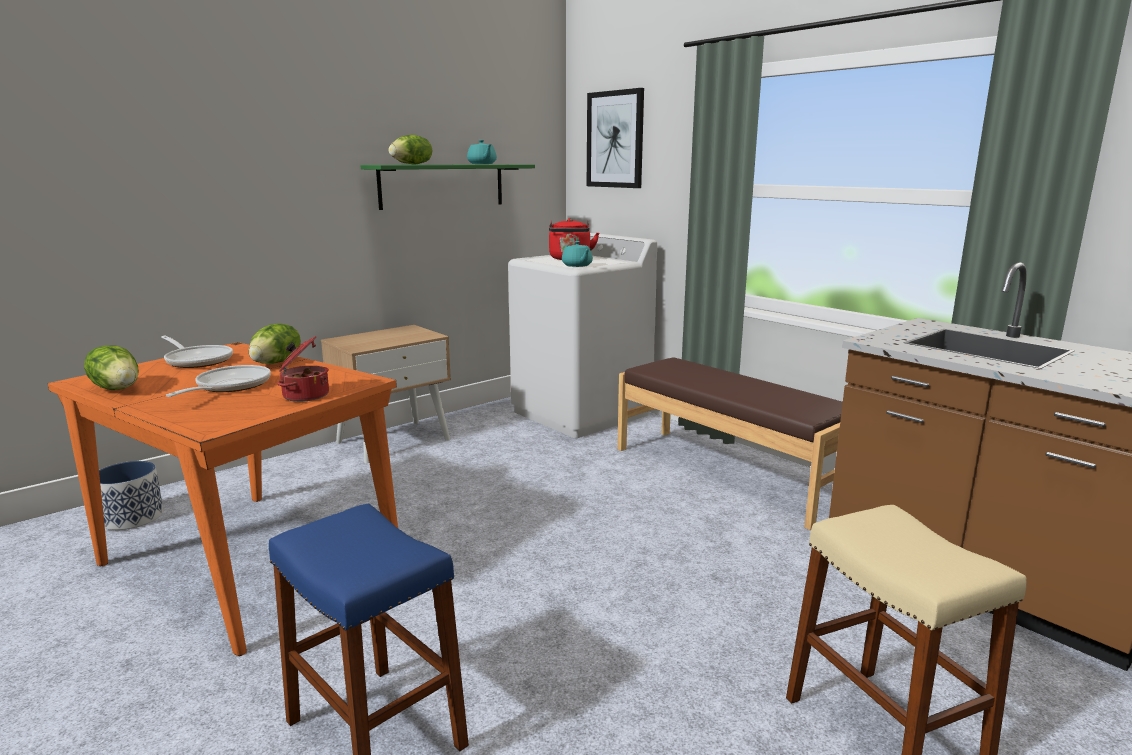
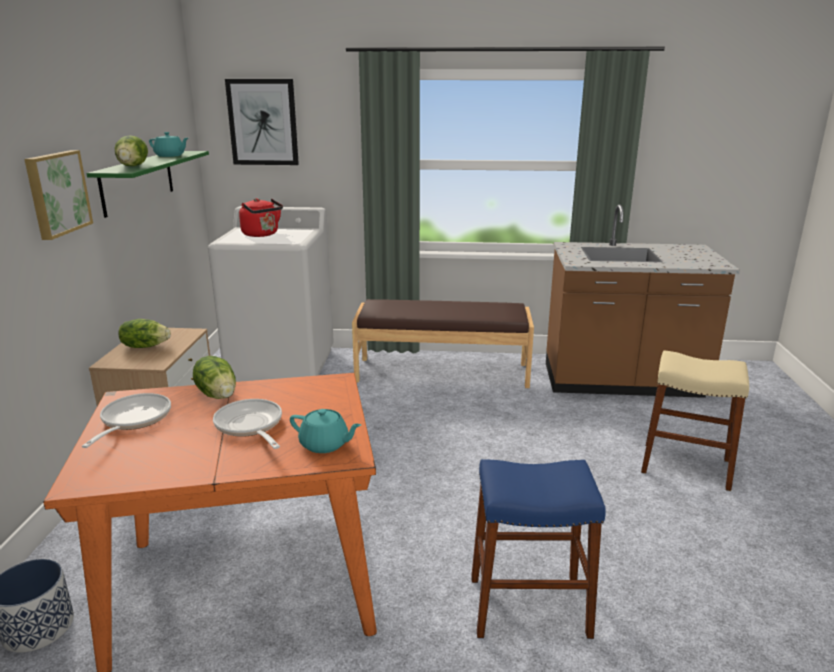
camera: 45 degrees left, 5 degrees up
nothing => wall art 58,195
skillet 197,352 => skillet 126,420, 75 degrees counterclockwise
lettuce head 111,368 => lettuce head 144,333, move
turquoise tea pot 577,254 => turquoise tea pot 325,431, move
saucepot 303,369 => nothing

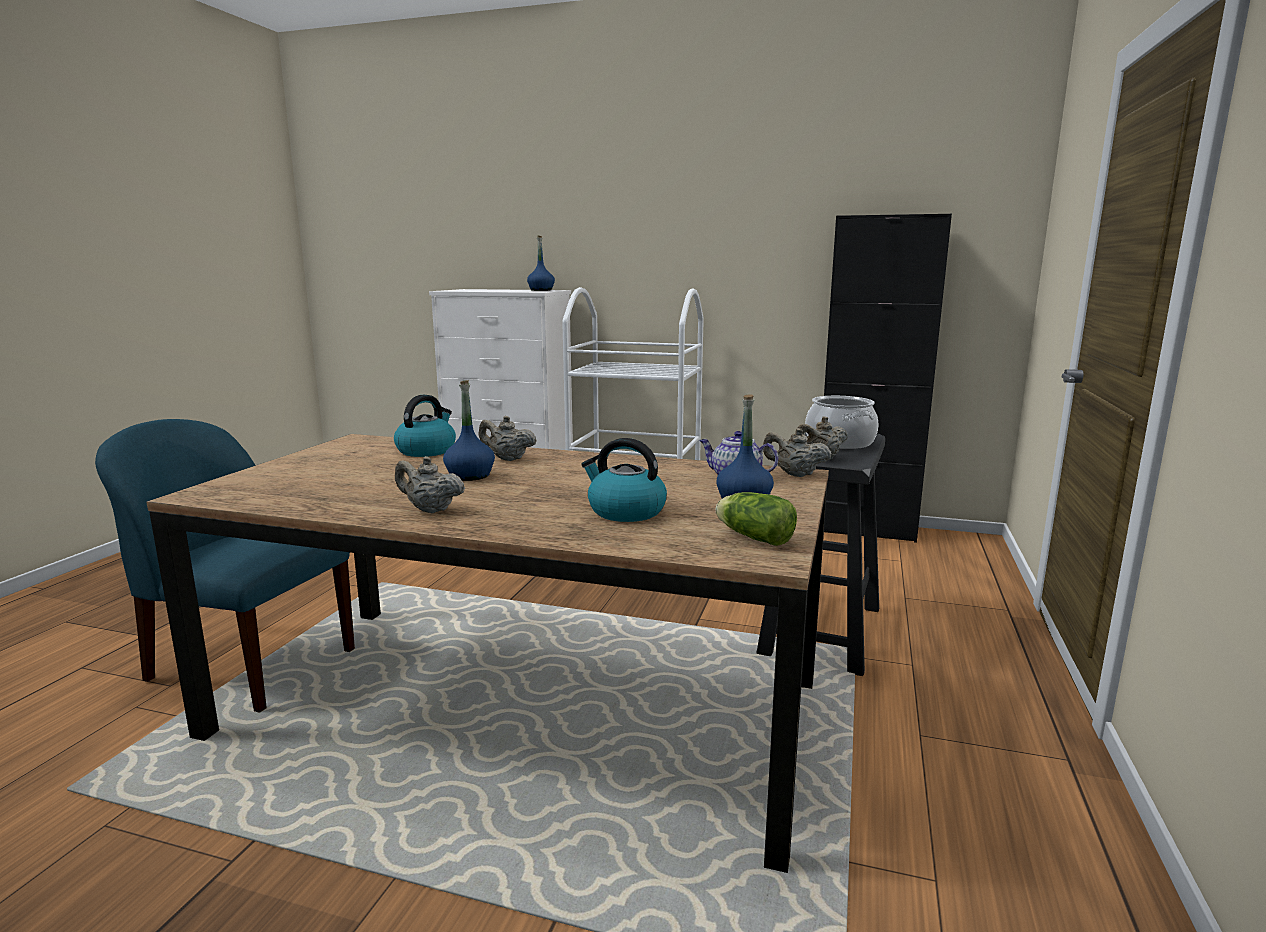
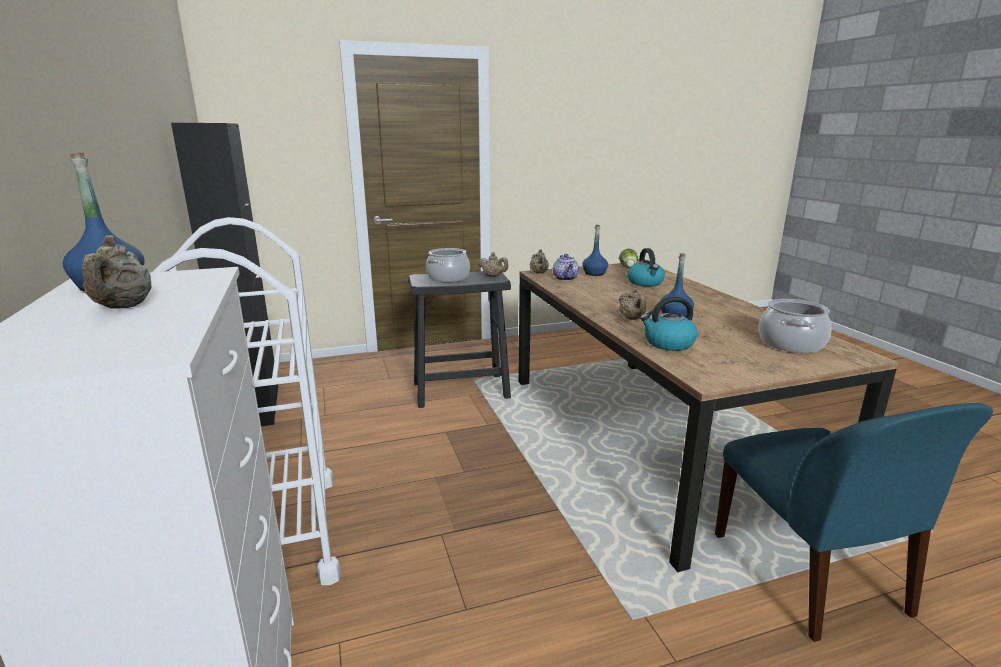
camera: 125 degrees left, 5 degrees up
beige-coloured tea pot 430,484 => beige-coloured tea pot 116,272, move
nothing => saucepot 795,326

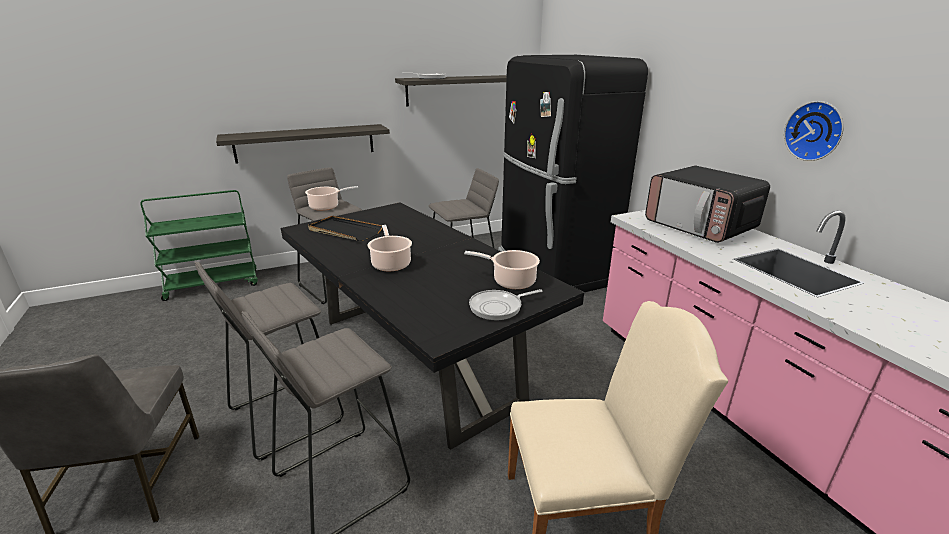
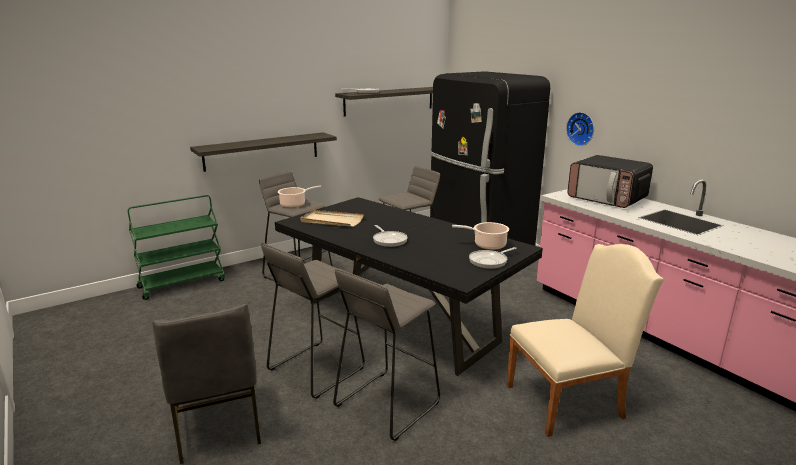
camera: 10 degrees left, 5 degrees down
black carrying tray 345,228 => beige-coloured carrying tray 332,218
saucepot 390,248 => skillet 390,236
hanging clock 814,131 => hanging clock 580,129, move

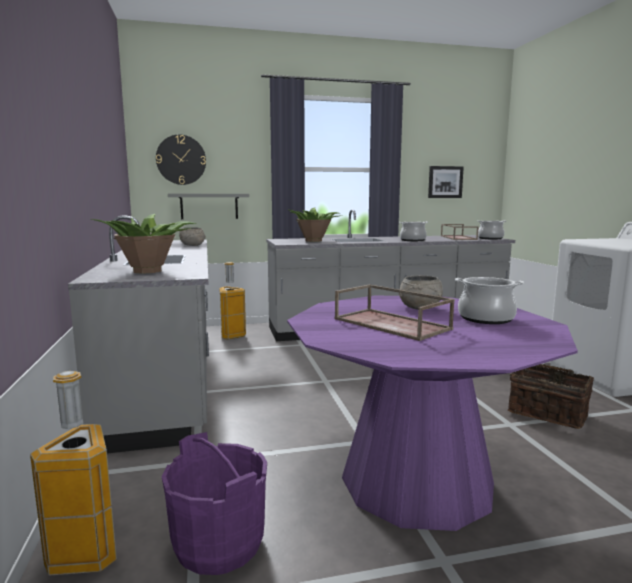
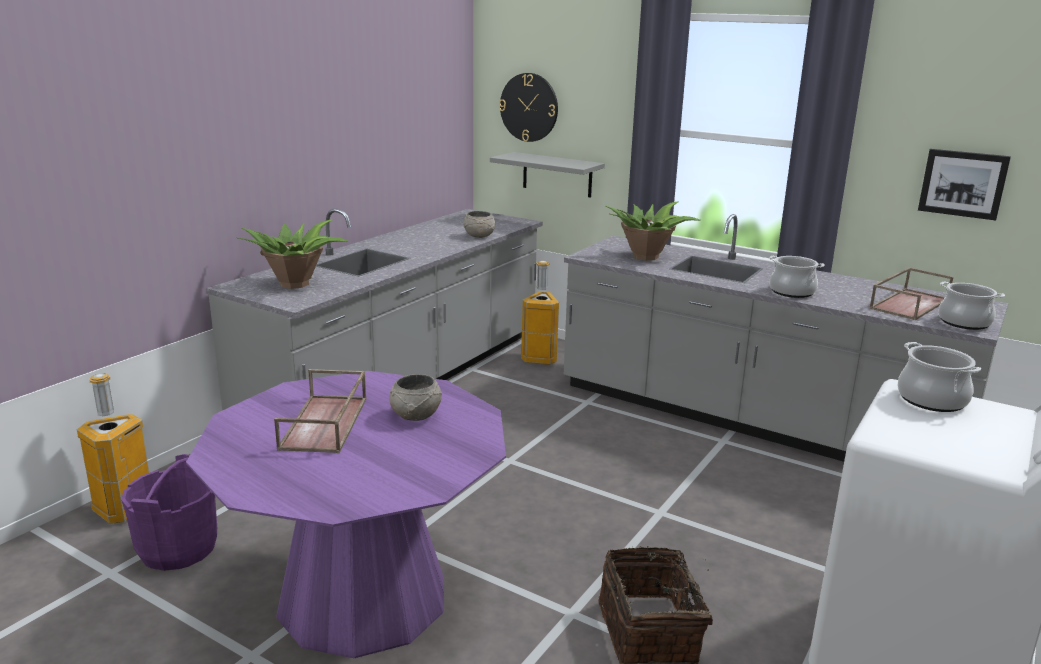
camera: 45 degrees right, 10 degrees up
saucepot 489,300 => saucepot 939,377, move

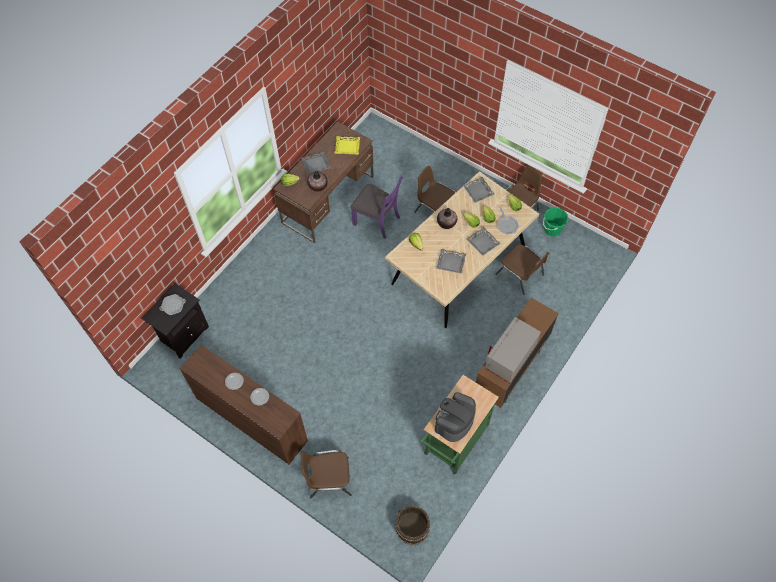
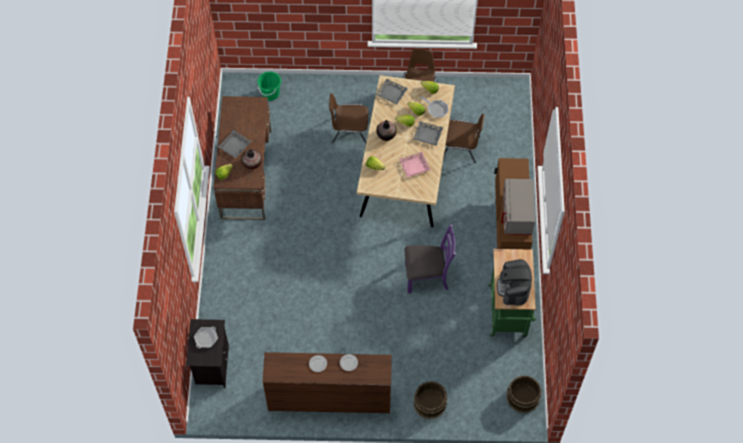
camera: 35 degrees left, 0 degrees up
green bucket 556,222 => green bucket 269,86, move
grey carrying tray 451,261 => pinkish carrying tray 415,165
purple-coloured upright chair 377,207 => purple-coloured upright chair 430,259, move
brownish upright chair 326,474 => brownish bucket 430,400
yellowish carrying tray 347,145 => nothing

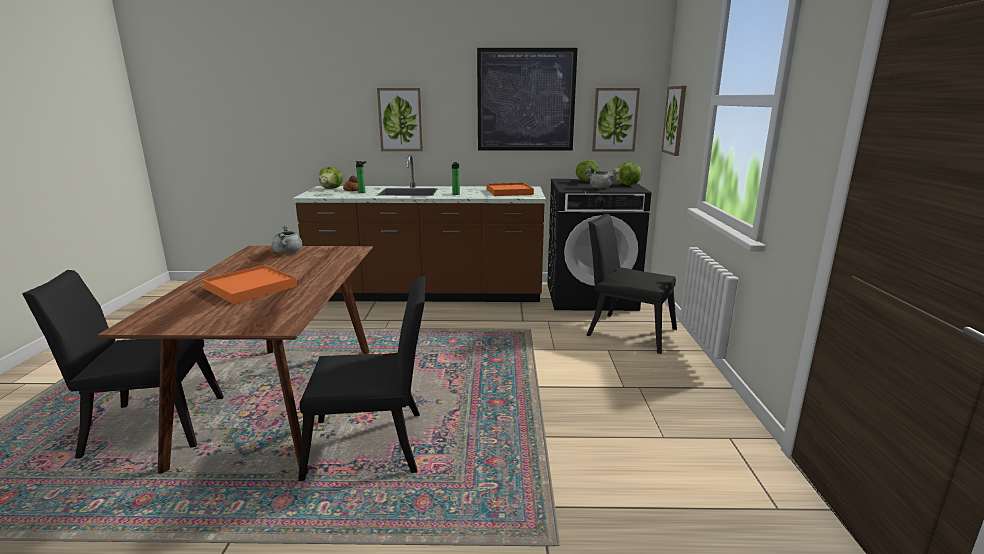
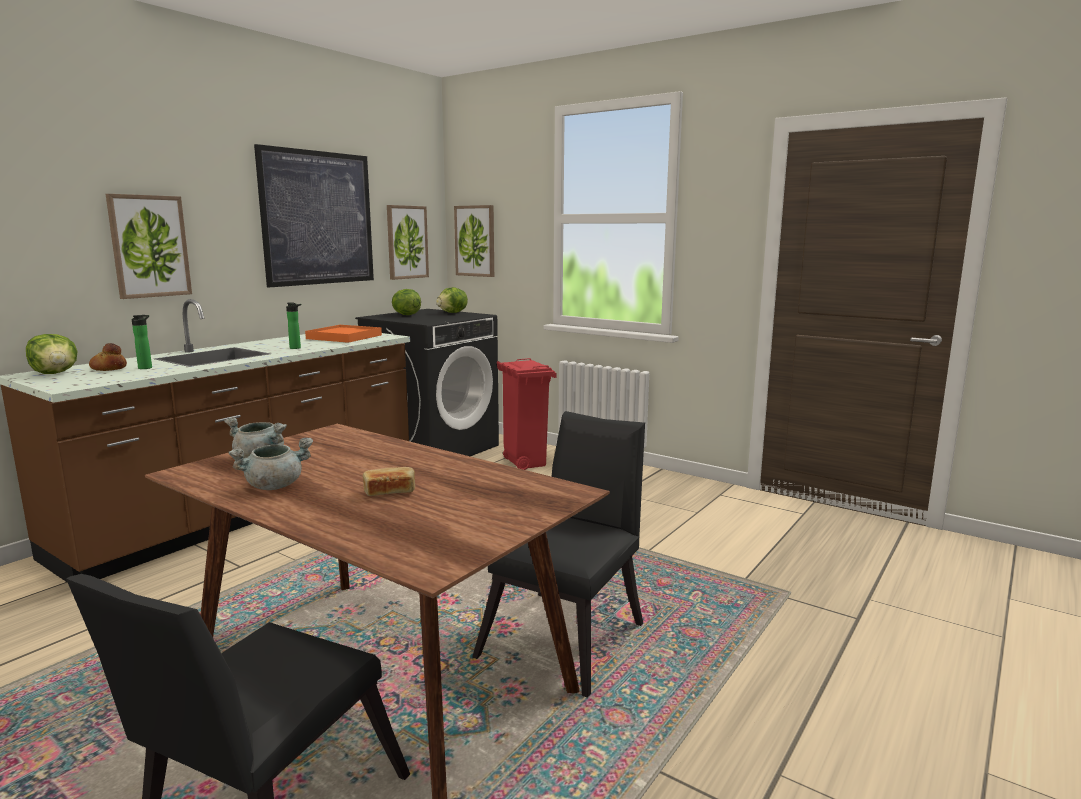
camera: 55 degrees left, 5 degrees down
grey saucepot 602,178 => grey saucepot 270,464, move
orangey carrying tray 250,284 => bakery bread 389,481
black upright chair 631,283 => red rubbish bin 527,414

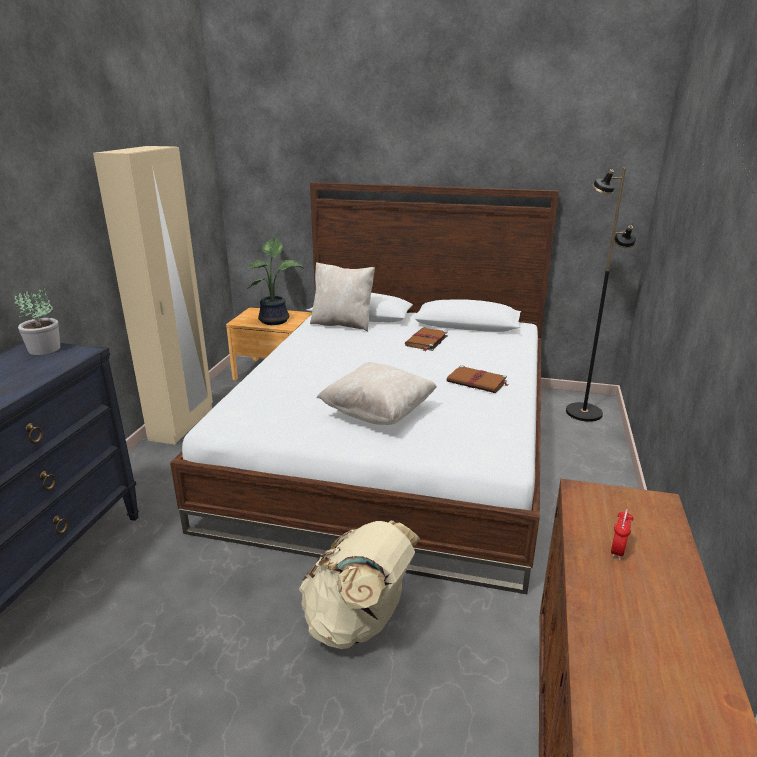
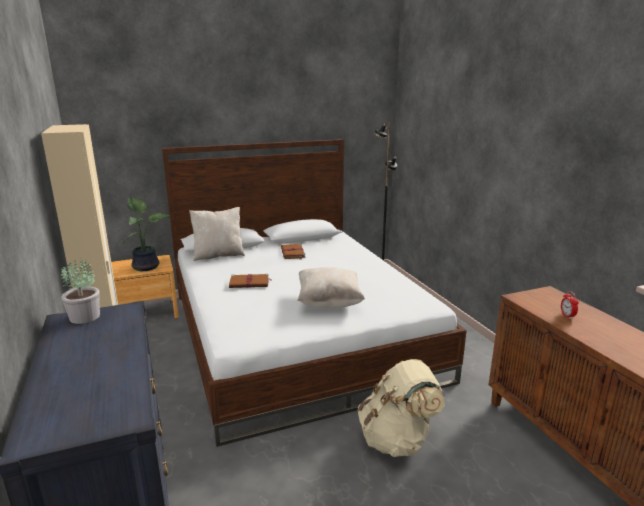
camera: 35 degrees left, 5 degrees down
brownish bound book 478,379 => brownish bound book 250,281, move

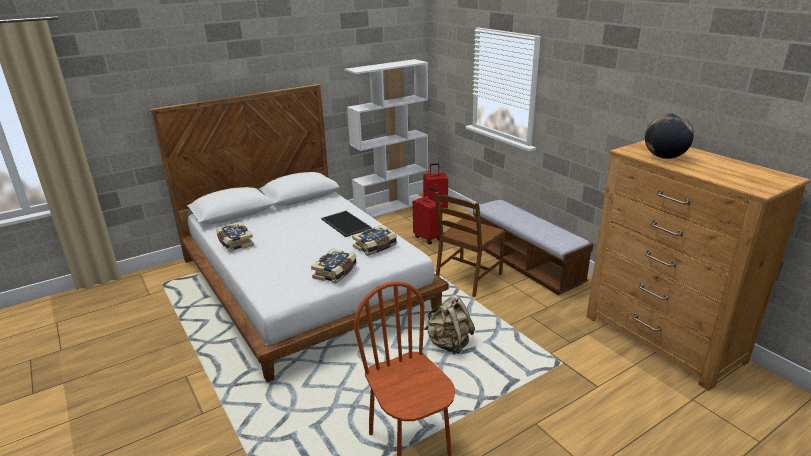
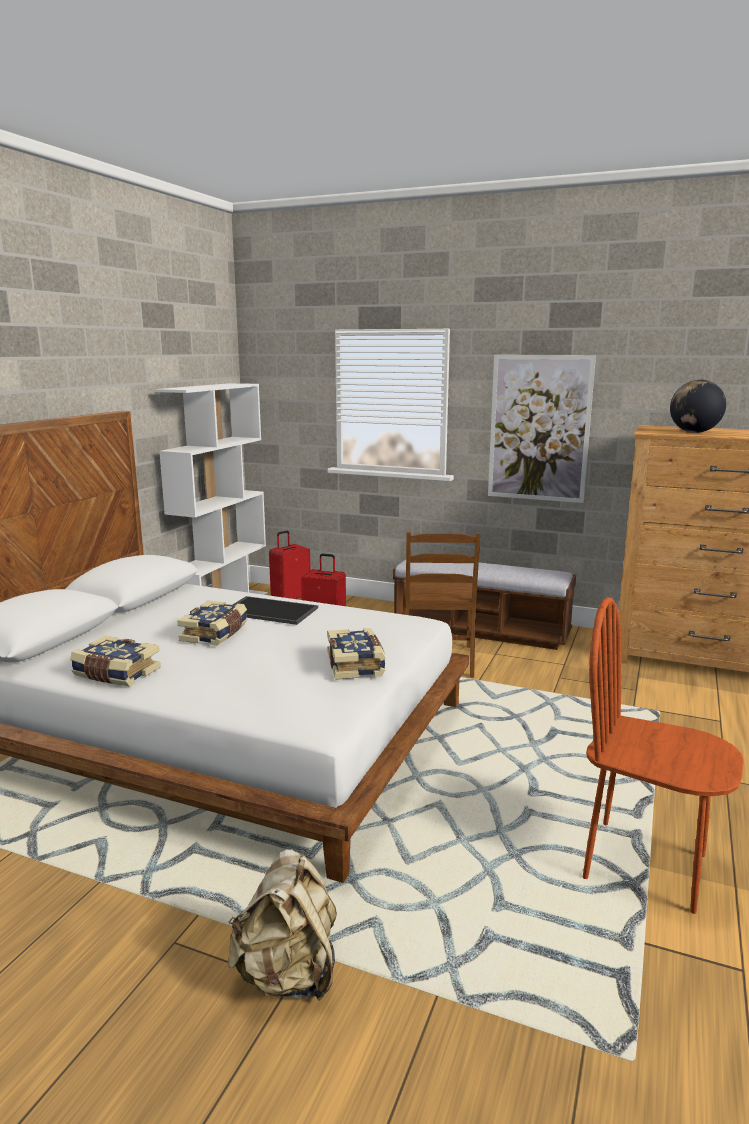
camera: 35 degrees left, 10 degrees down
bound book 374,240 => bound book 212,623, move
beige-coloured rucksack 449,325 => beige-coloured rucksack 282,925, move
nothing => wall art 542,429

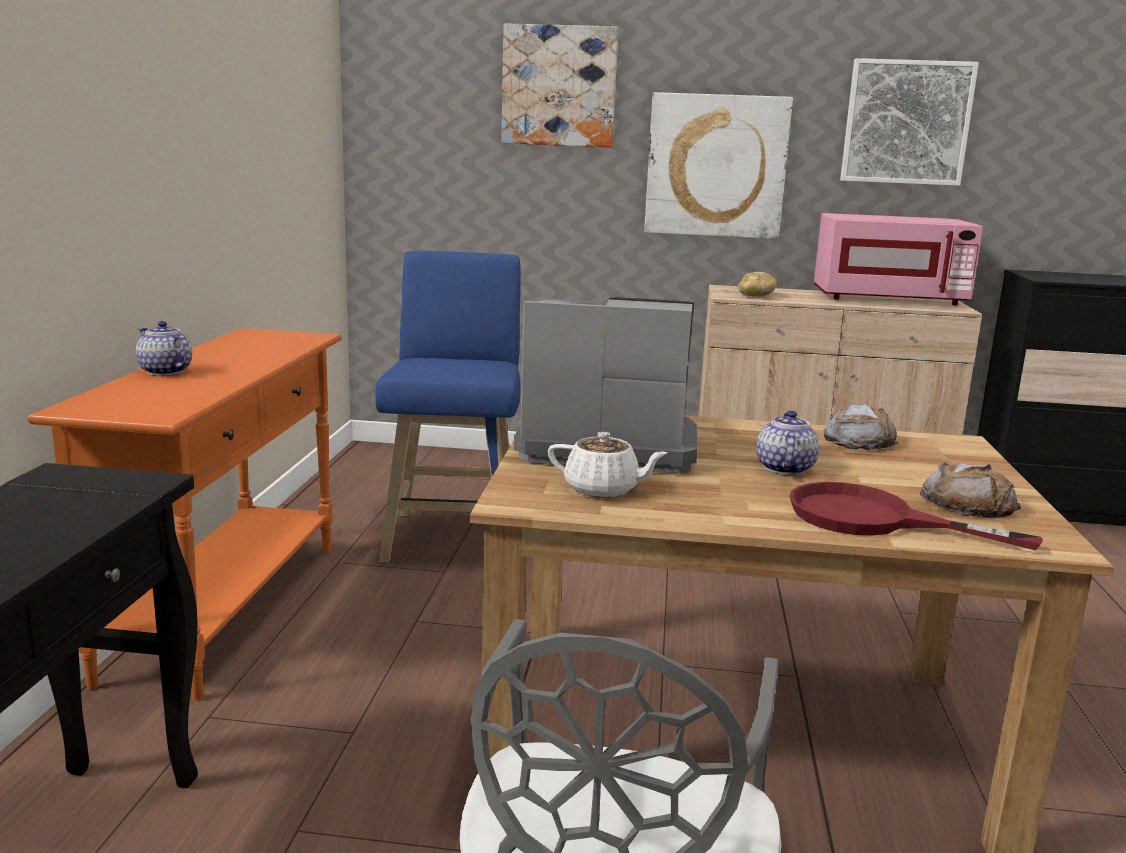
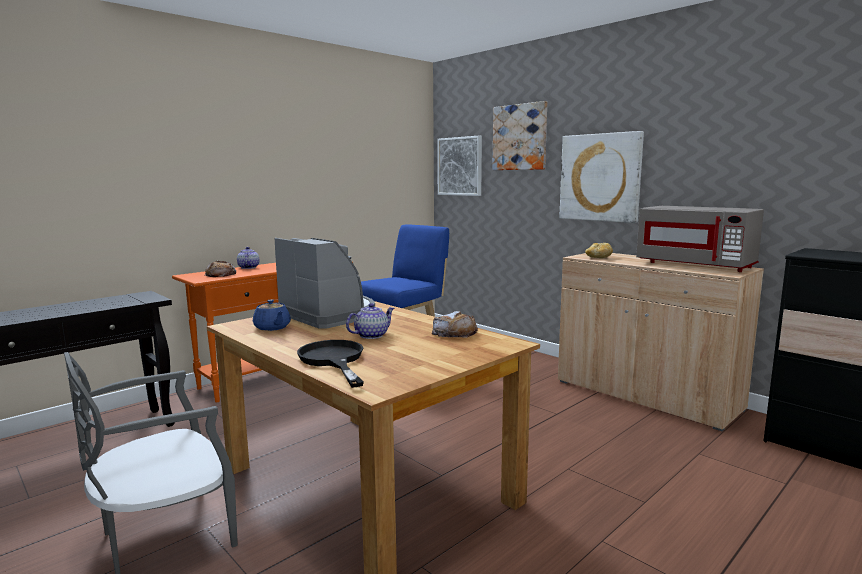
camera: 40 degrees right, 5 degrees down
bakery bread 970,490 => bakery bread 220,269, move
white tea pot 608,465 => blue tea pot 272,315
red skillet 916,516 => black skillet 330,364
wall art 909,122 => wall art 459,166, move
pinkish microwave oven 898,259 => grey microwave oven 700,239

